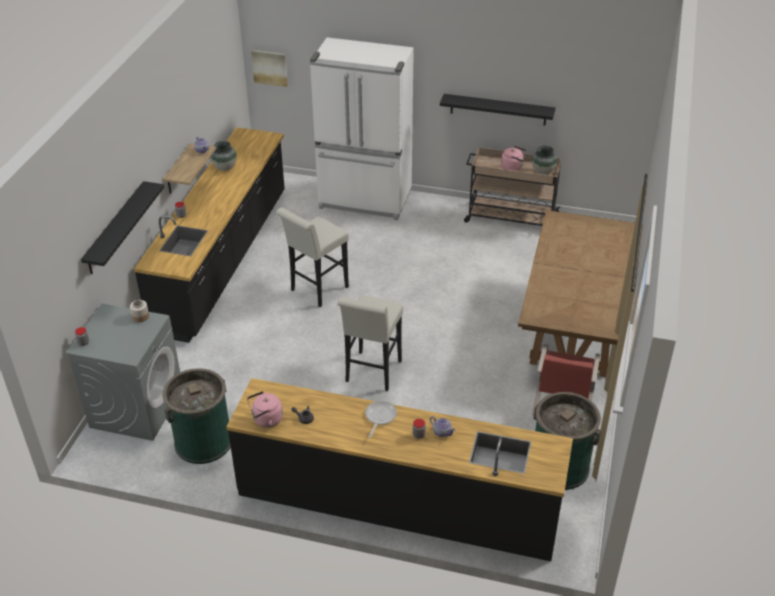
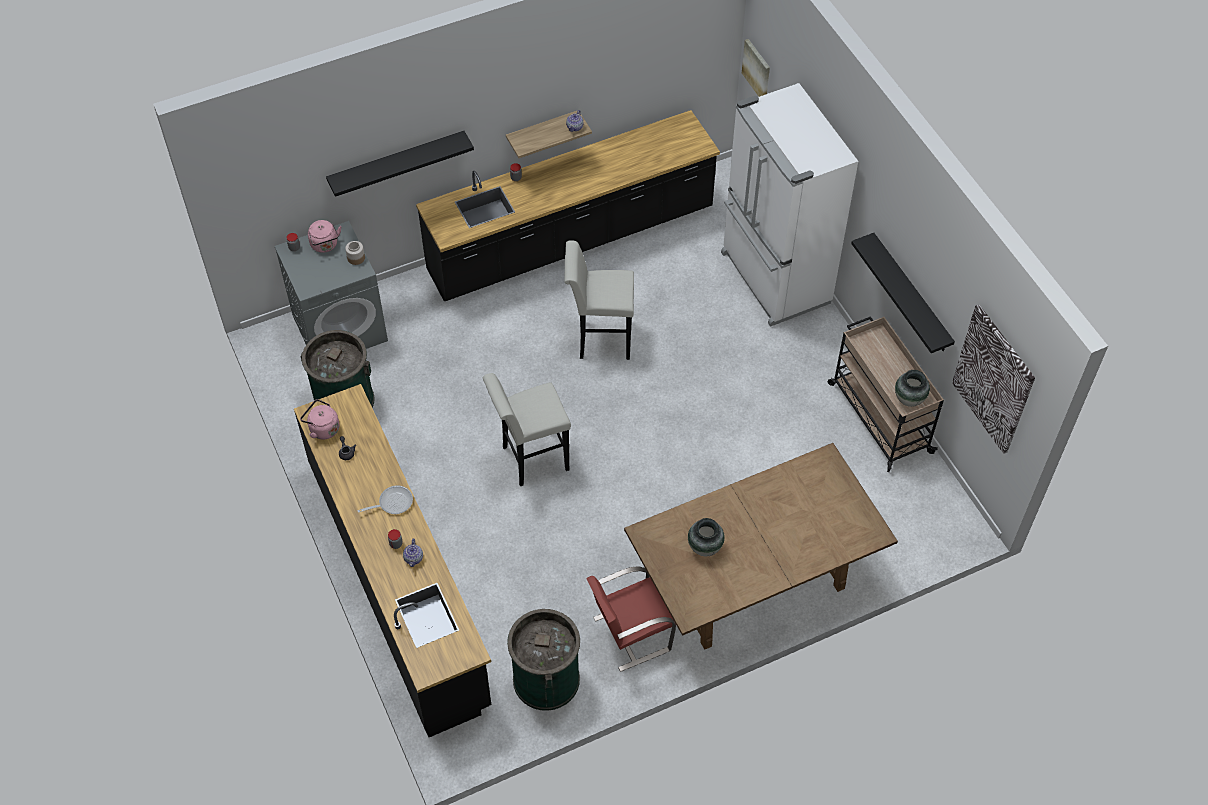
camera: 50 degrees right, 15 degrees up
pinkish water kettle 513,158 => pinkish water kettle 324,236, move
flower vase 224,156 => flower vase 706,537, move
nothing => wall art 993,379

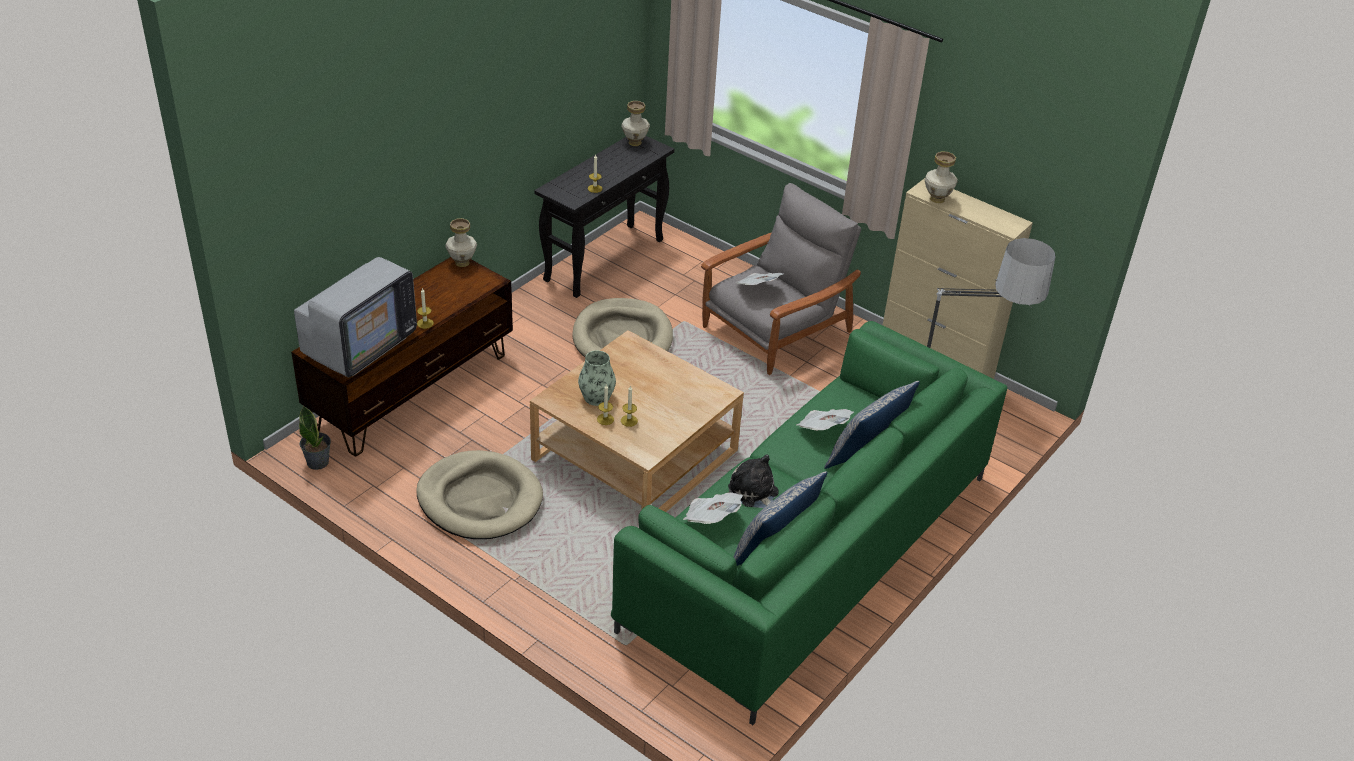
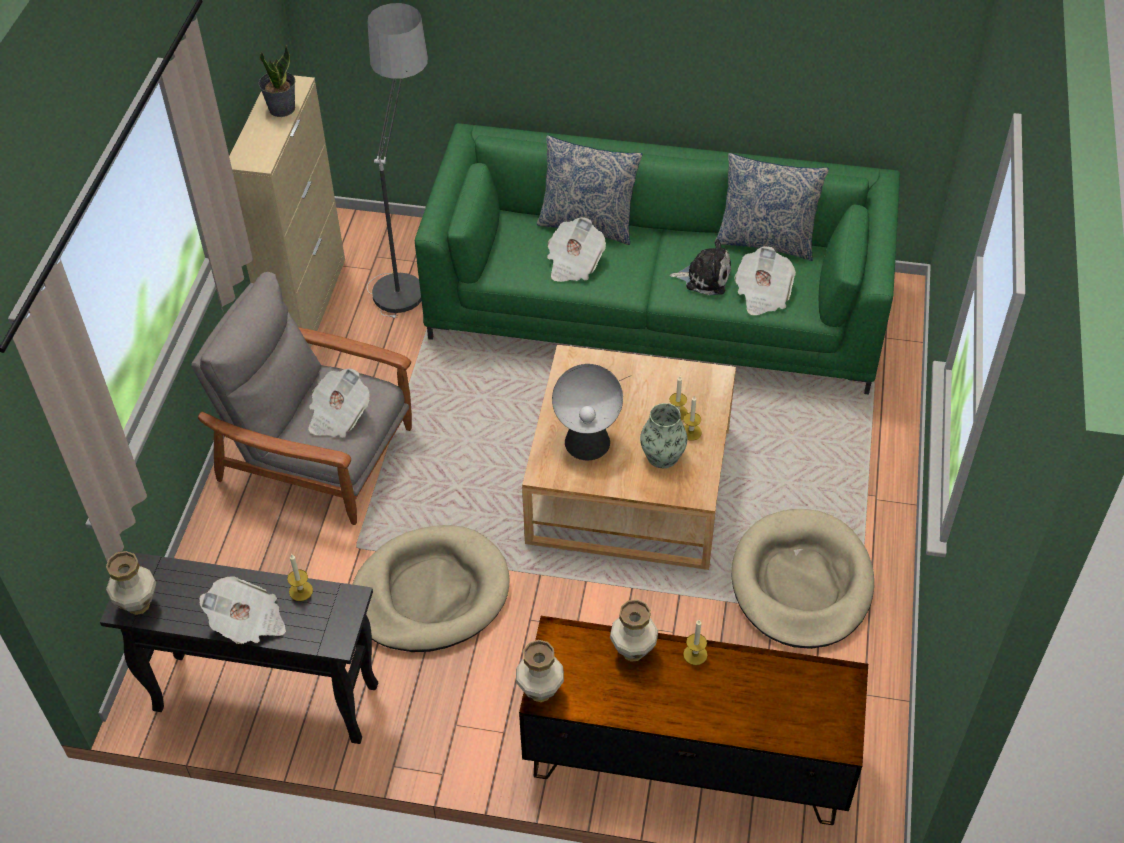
camera: 115 degrees left, 10 degrees up
nothing => daily paper 242,610
plant in a pot 315,437 => plant in a pot 276,81, move
nothing => table lamp 591,412
flower vase 941,177 => flower vase 634,630, move
cuddly toy 753,481 => cuddly toy 700,267, 105 degrees counterclockwise
TV set 355,317 => nothing

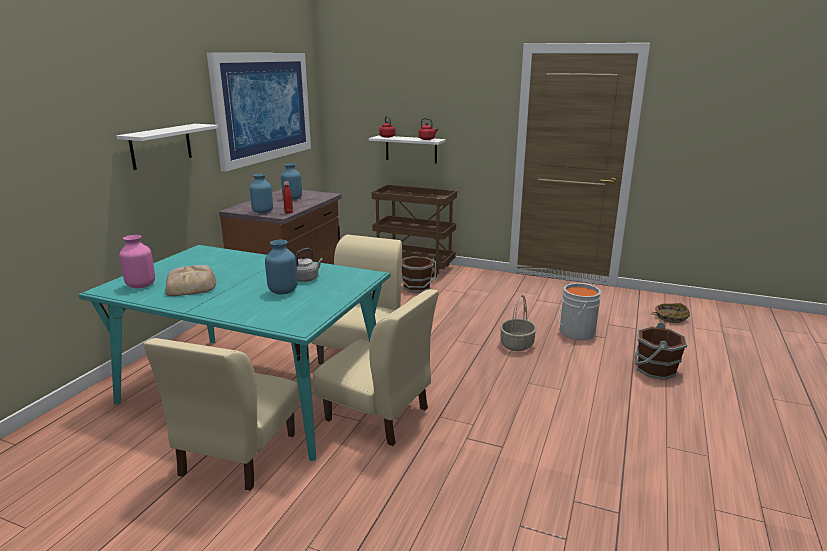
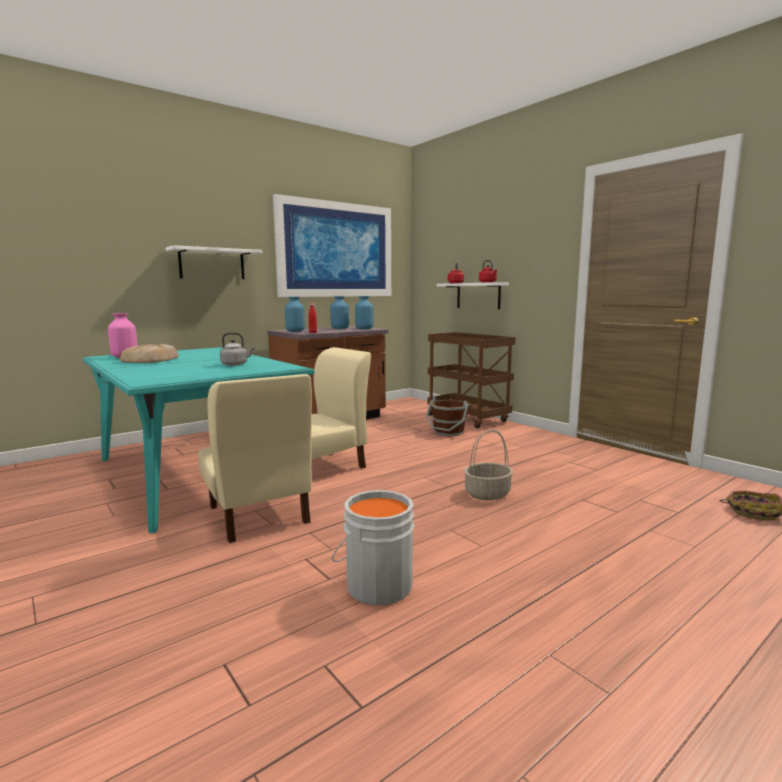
camera: 30 degrees right, 10 degrees down
grey bucket 579,311 => grey bucket 373,547, move
blue flower vase 281,267 => blue flower vase 364,312, move
beige-coloured upright chair 222,414 => nothing
brownish bucket 660,351 => nothing

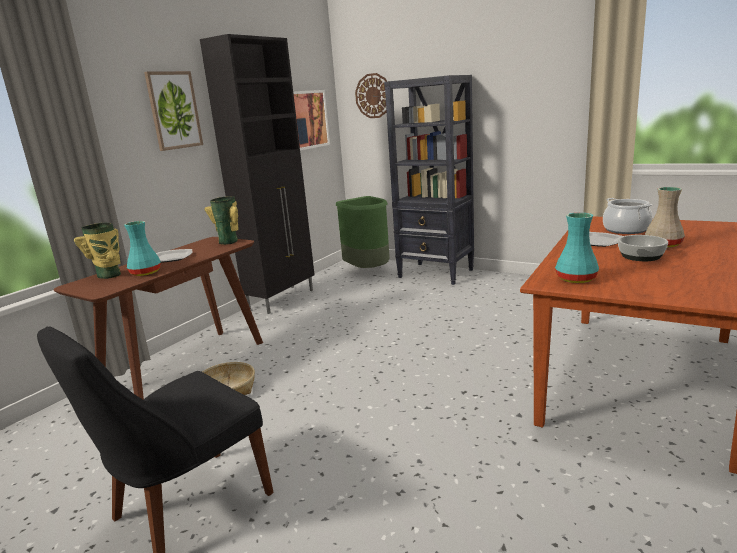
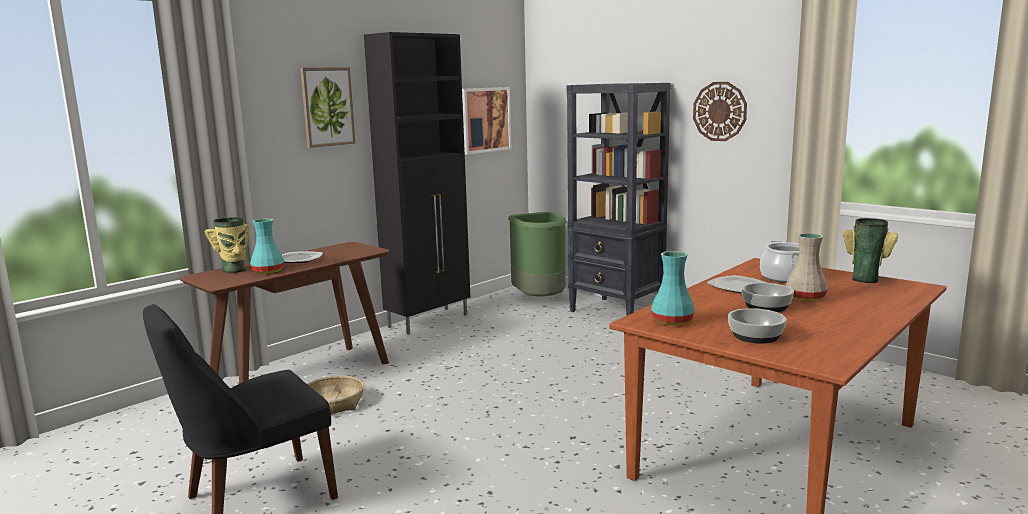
camera: 10 degrees right, 5 degrees down
hanging clock 371,95 => hanging clock 720,111, move
nothing => deep dish 757,326
flower vase 222,220 => flower vase 870,250, move

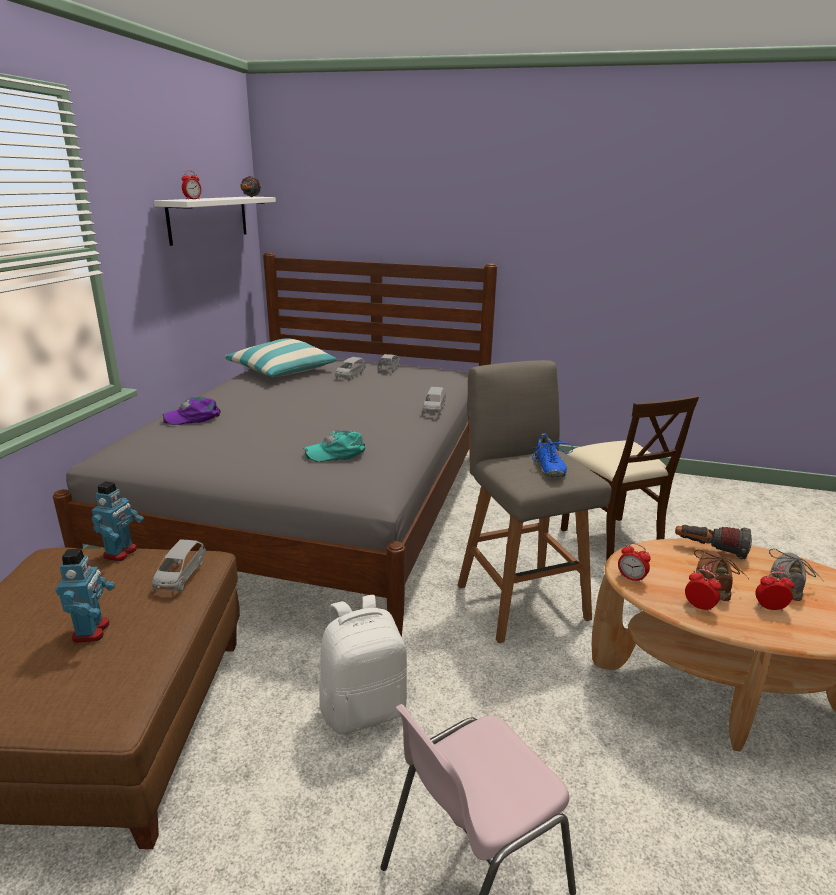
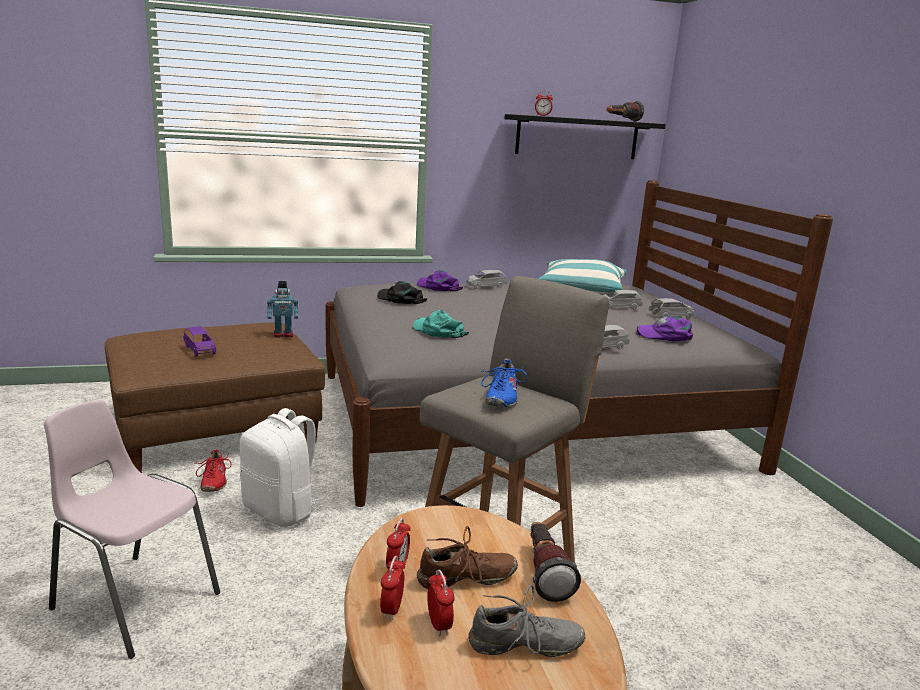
camera: 60 degrees right, 5 degrees down
model robot 85,596 => purple-coloured model car 199,341
nothing => red shoe 213,470
nothing => black cap 402,292
alarm clock 634,563 => alarm clock 392,588, move
grey model car 179,565 => grey model car 486,279, move
blue shoe 550,455 => blue shoe 503,383, 45 degrees counterclockwise
white bracket shelf 215,221 => black bracket shelf 585,136
nothing => purple-coloured cap 664,328
beige-coloured upright chair 630,478 => nothing

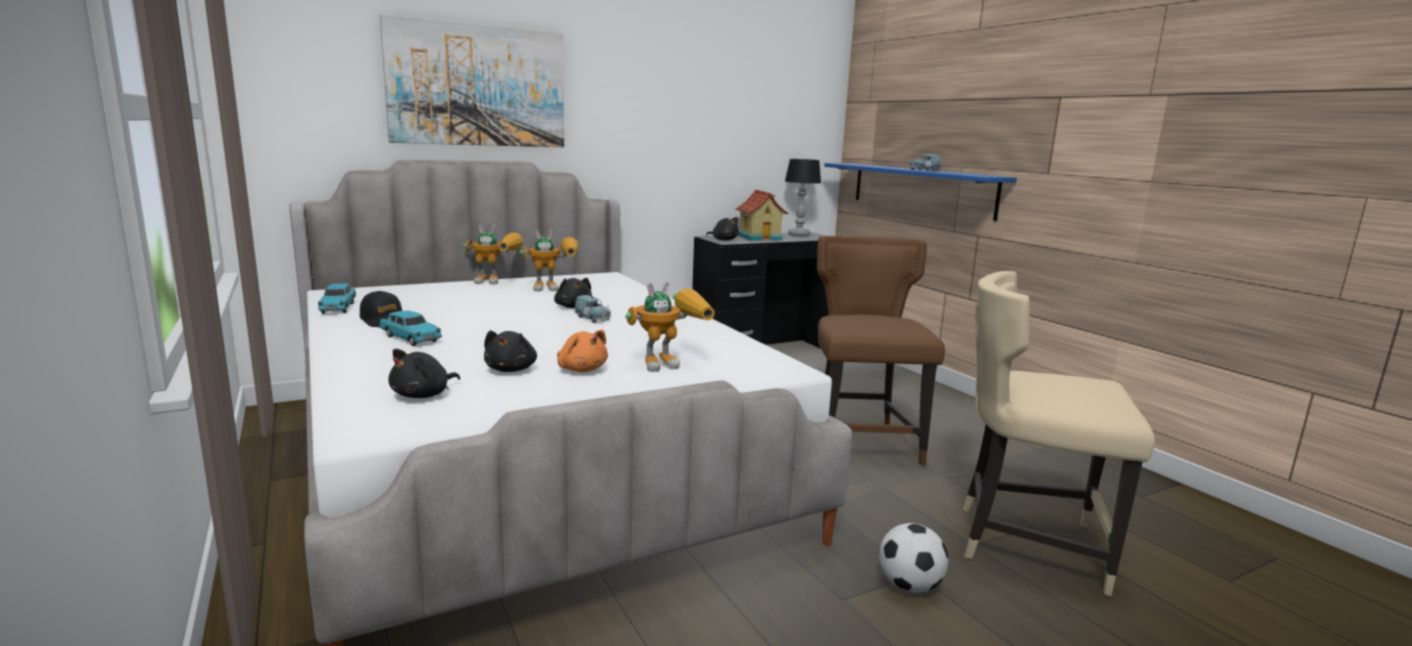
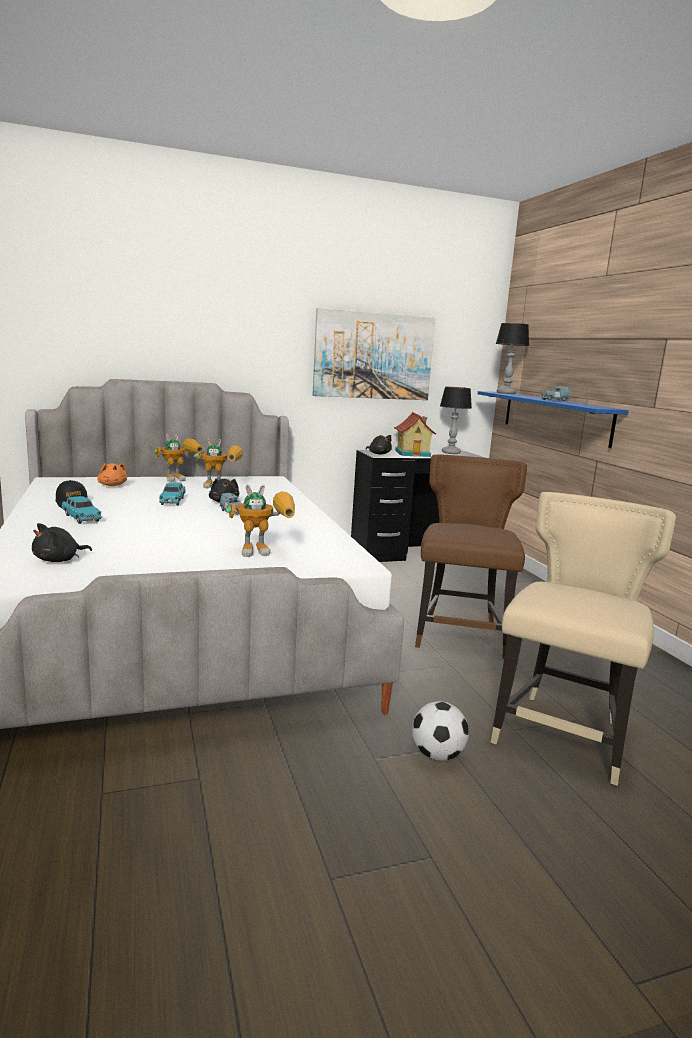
camera: 10 degrees right, 0 degrees up
orangey cuddly toy 582,351 => orangey cuddly toy 112,474, move
model robot 493,255 => model robot 178,457, 45 degrees counterclockwise
turquoise model car 337,298 => turquoise model car 172,494, move
wall art 472,80 => wall art 374,354, move
beige-coloured upright chair 1059,433 => beige-coloured upright chair 583,639, 90 degrees clockwise
nothing => table lamp 512,358
black cuddly toy 510,351 => nothing

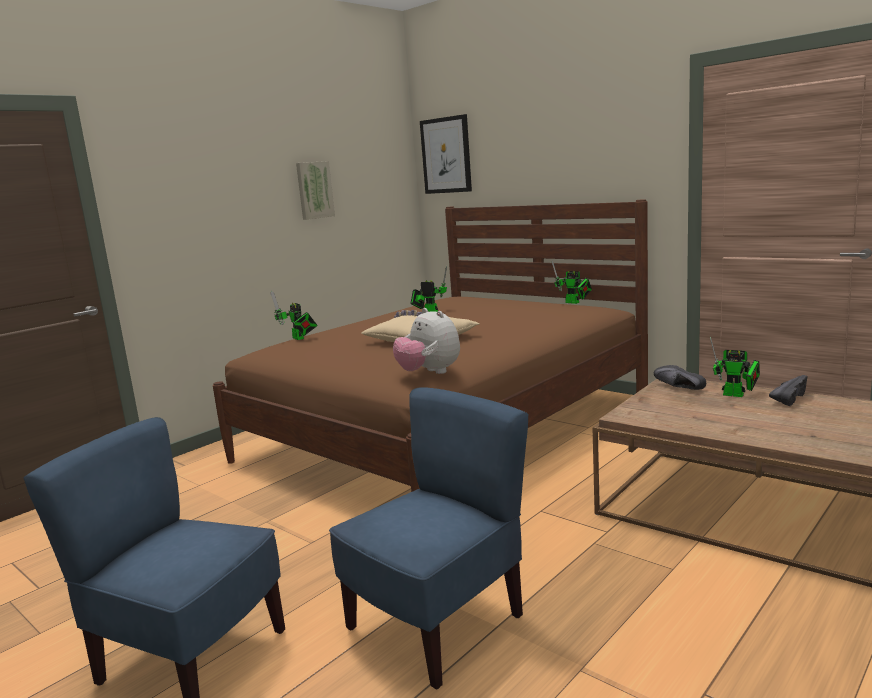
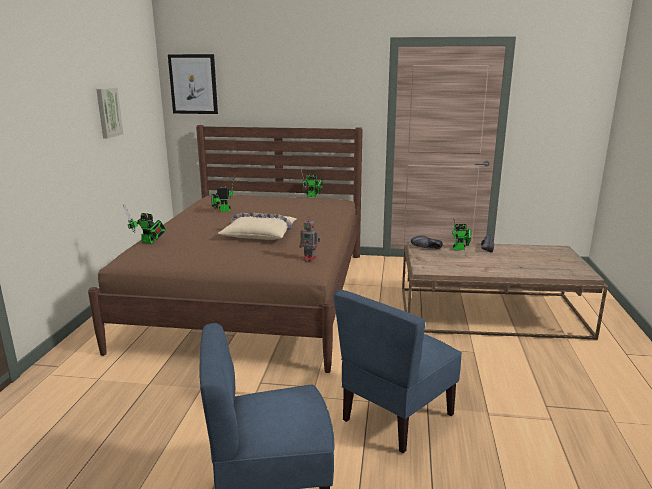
camera: 35 degrees left, 5 degrees up
cuddly toy 426,341 => model robot 309,239
blue upright chair 428,538 => blue upright chair 398,371, 150 degrees counterclockwise

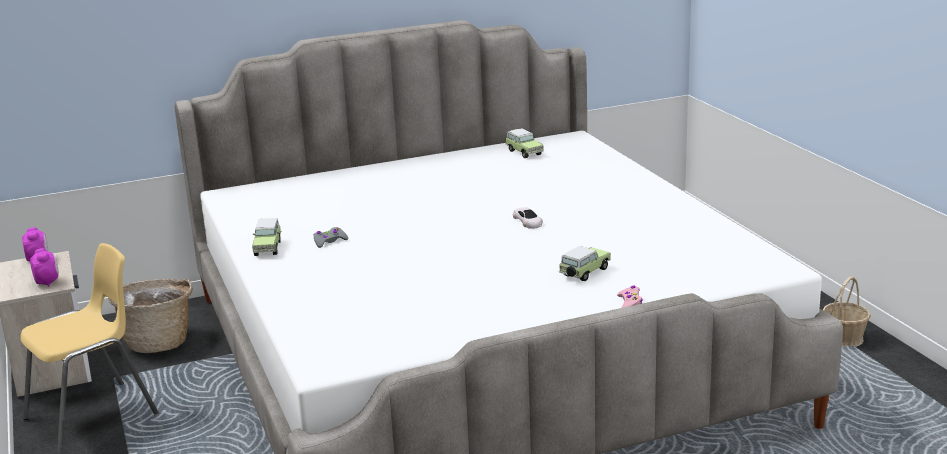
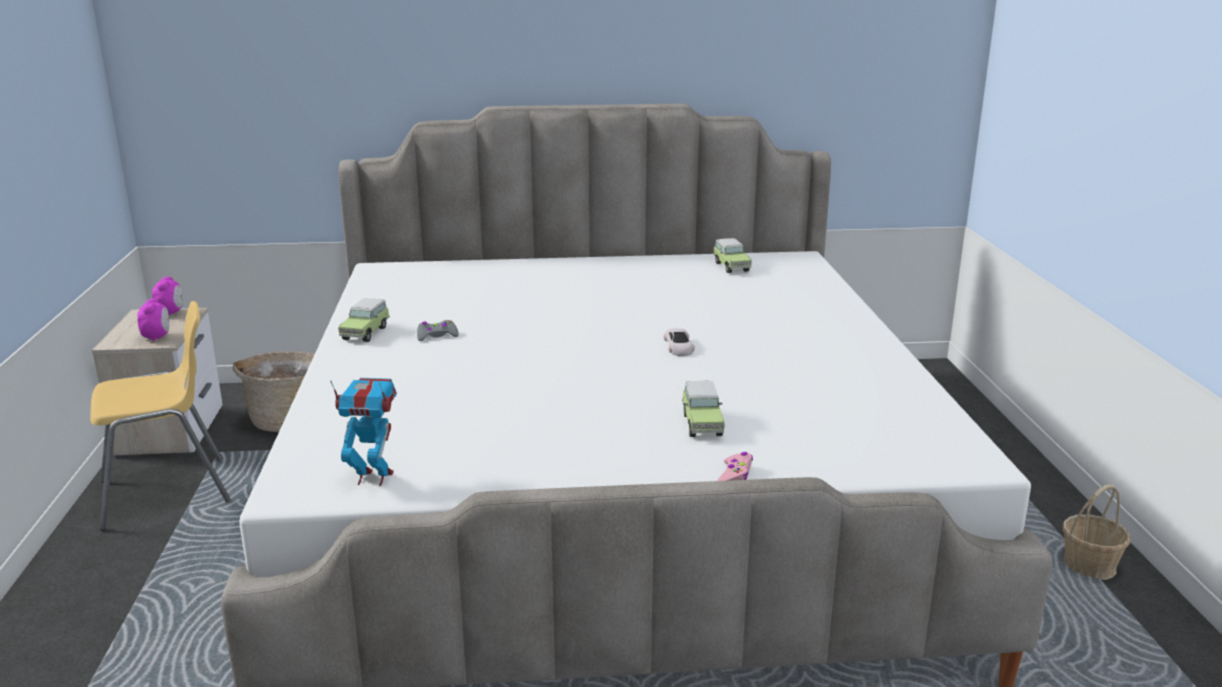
camera: 15 degrees right, 0 degrees up
nothing => model robot 363,432
model car 585,263 => model car 703,409, 120 degrees clockwise

